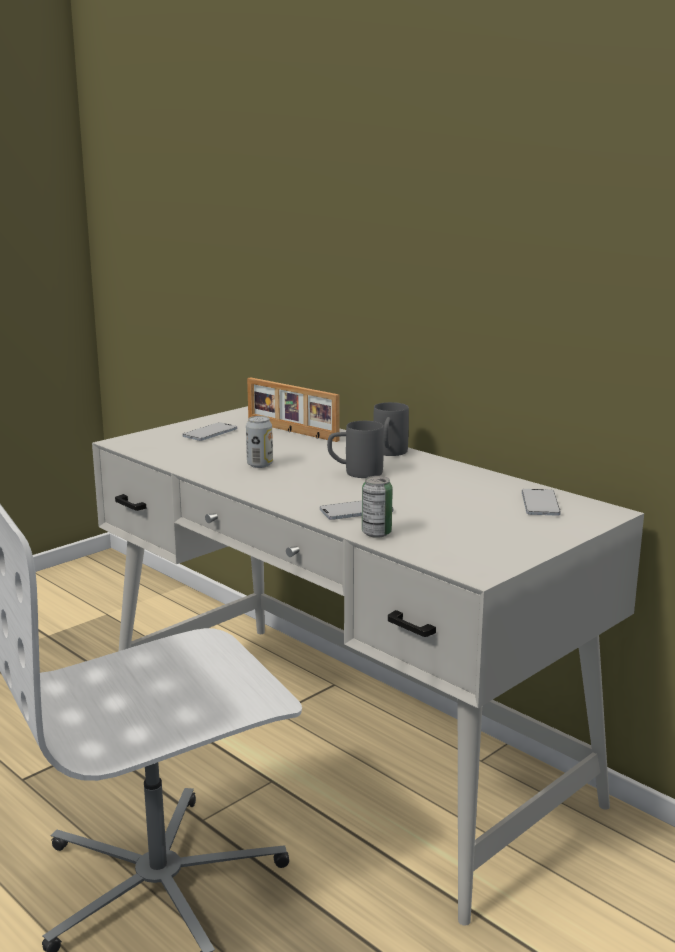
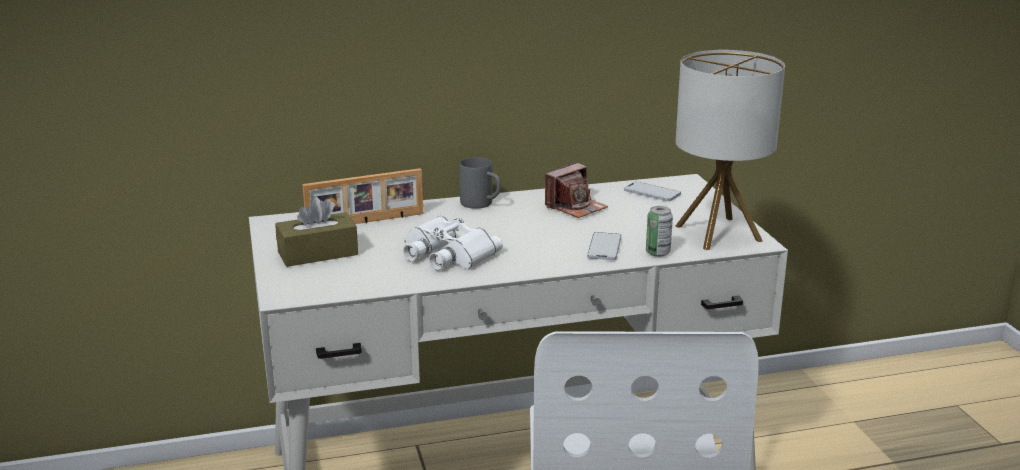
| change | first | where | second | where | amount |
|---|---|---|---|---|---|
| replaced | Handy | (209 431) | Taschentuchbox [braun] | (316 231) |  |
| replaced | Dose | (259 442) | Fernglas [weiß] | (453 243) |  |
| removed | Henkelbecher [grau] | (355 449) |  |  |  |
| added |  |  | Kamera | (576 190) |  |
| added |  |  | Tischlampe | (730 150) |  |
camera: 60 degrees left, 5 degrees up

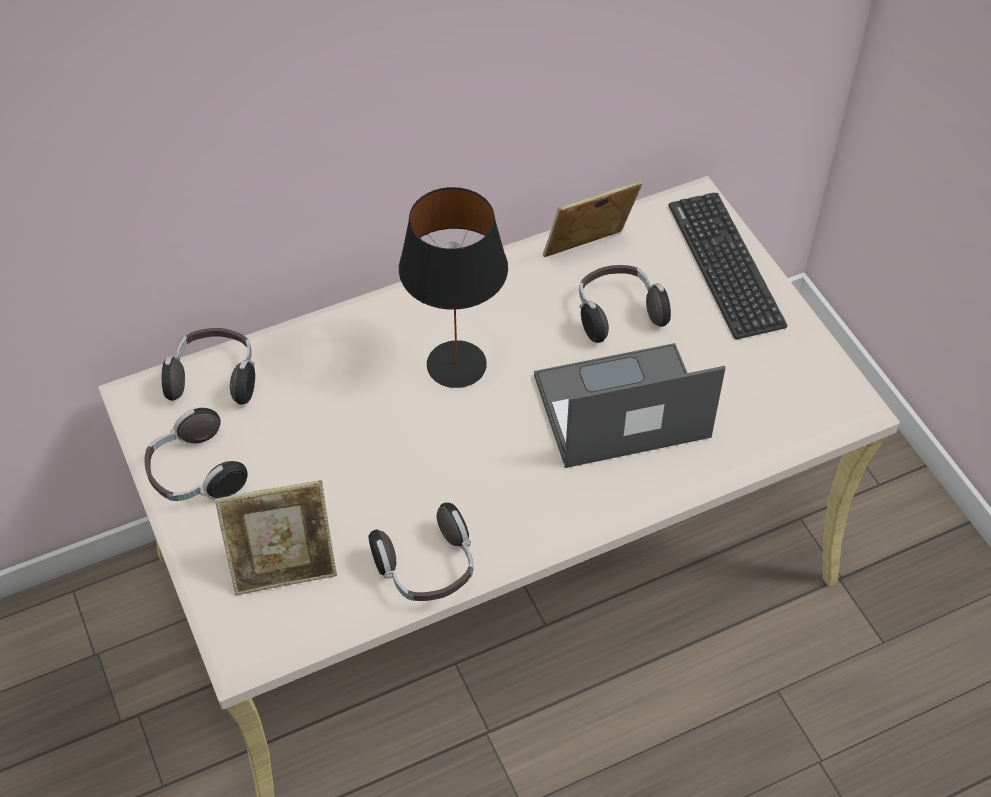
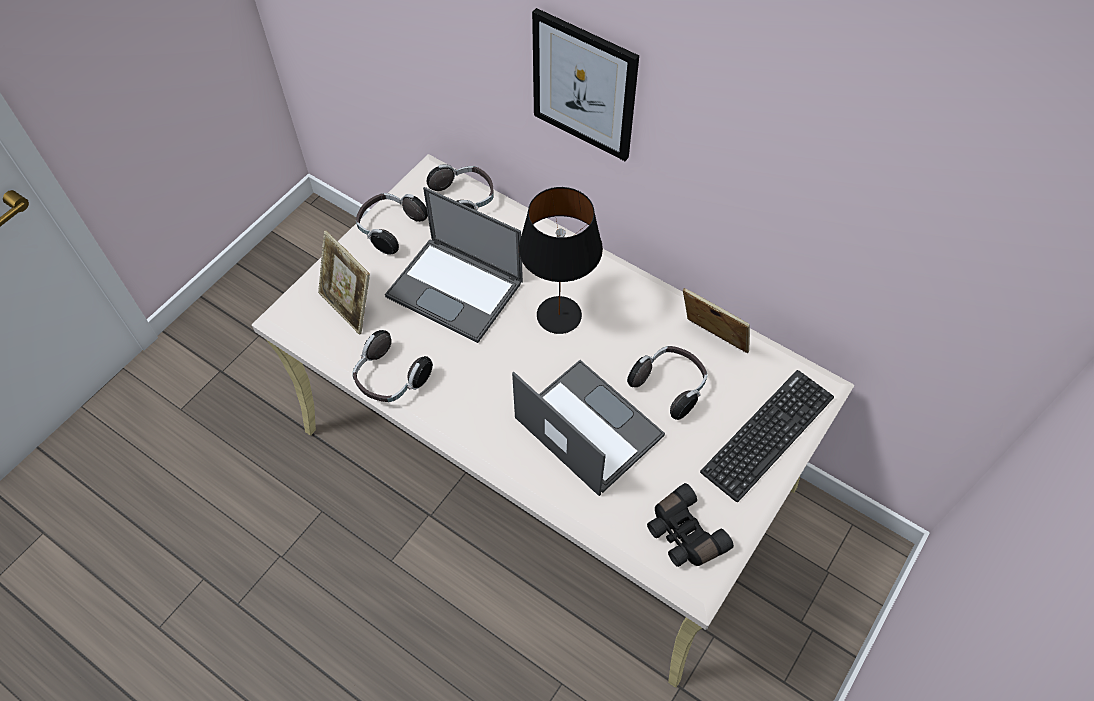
| change | first | where | second | where | amount |
|---|---|---|---|---|---|
| added |  |  | Laptop | (454 265) |  |
| added |  |  | Bild | (585 84) |  |
| added |  |  | Fernglas [schwarz] | (690 525) |  |
camera: 60 degrees right, 5 degrees up

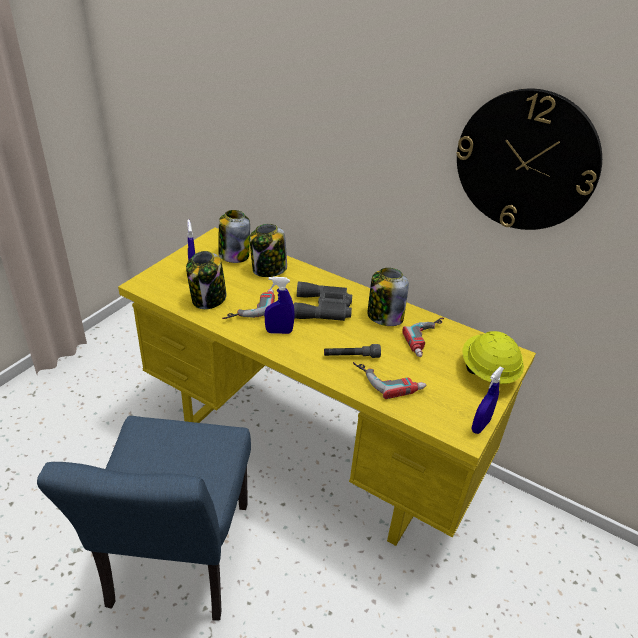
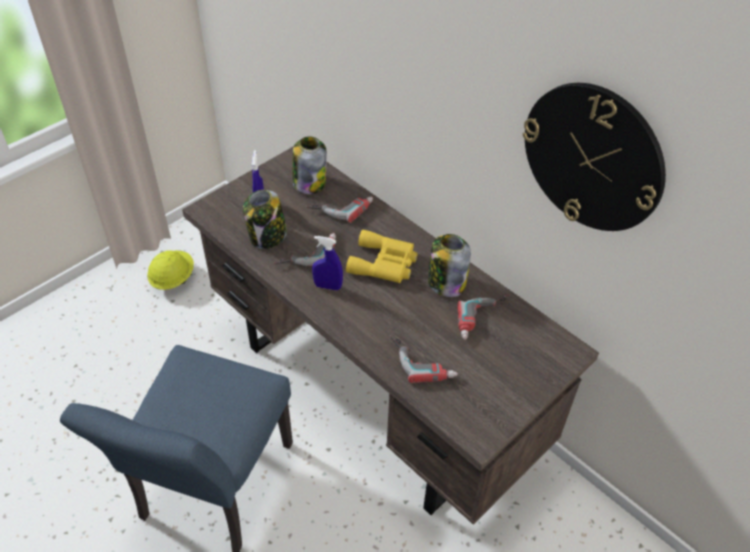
| change | first | where | second | where | amount |
|---|---|---|---|---|---|
| recoloured | Schreibtisch [gelb] | (327 386) | Schreibtisch [braun] | (390 335) |  |
| replaced | Vorratsglas | (268 250) | Bohrmaschine | (339 209) |  |
| recoloured | Fernglas [grau] | (323 301) | Fernglas [gelb] | (382 256) |  |
| removed | Taschenlampe [grau] | (352 351) |  |  |  |
| moved | Schutzhelm [gelb] | (493 357) |  | (170 270) |  |
| removed | Sprühflasche [blau] | (487 400) |  |  |  |
camera: 15 degrees right, 10 degrees up

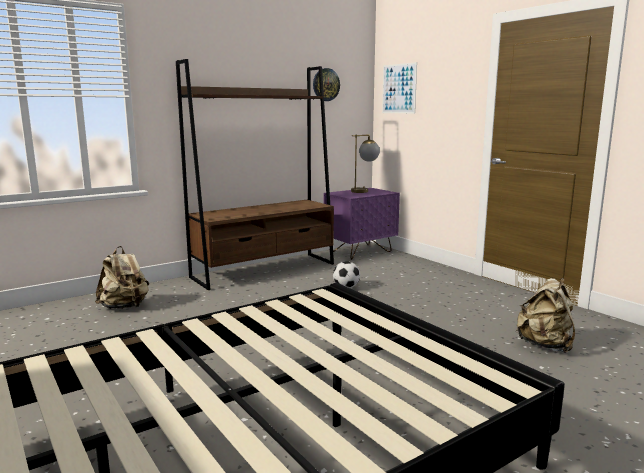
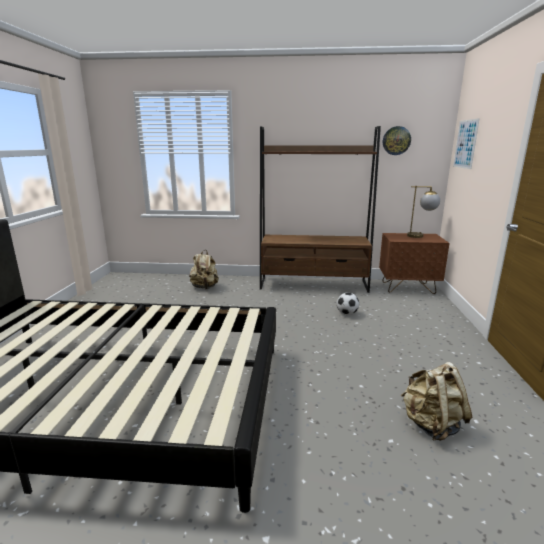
| change | first | where | second | where | amount |
|---|---|---|---|---|---|
| recoloured | Nachttisch [lila] | (361 224) | Nachttisch [braun] | (414 263) |  |
camera: 40 degrees right, 5 degrees up

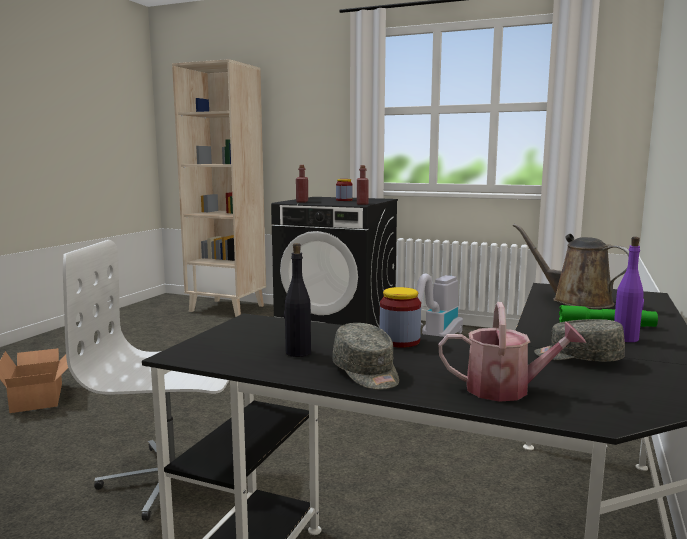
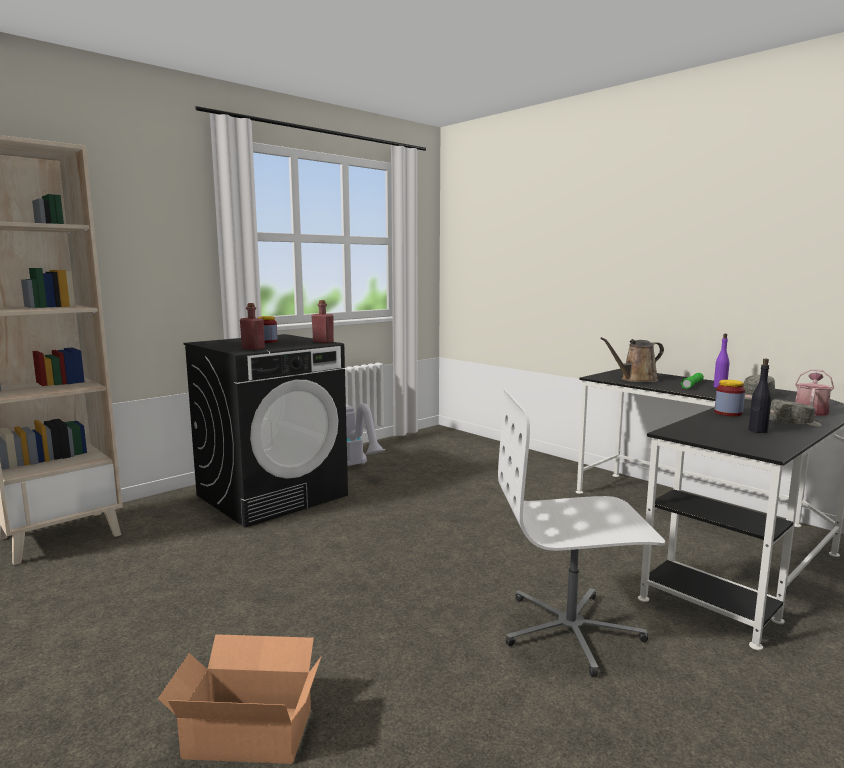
| change | first | where | second | where | amount |
|---|---|---|---|---|---|
| turned | Bürostuhl [weiß] | (146 380) |  | (581 533) | 60 degrees clockwise |
camera: 65 degrees left, 0 degrees up

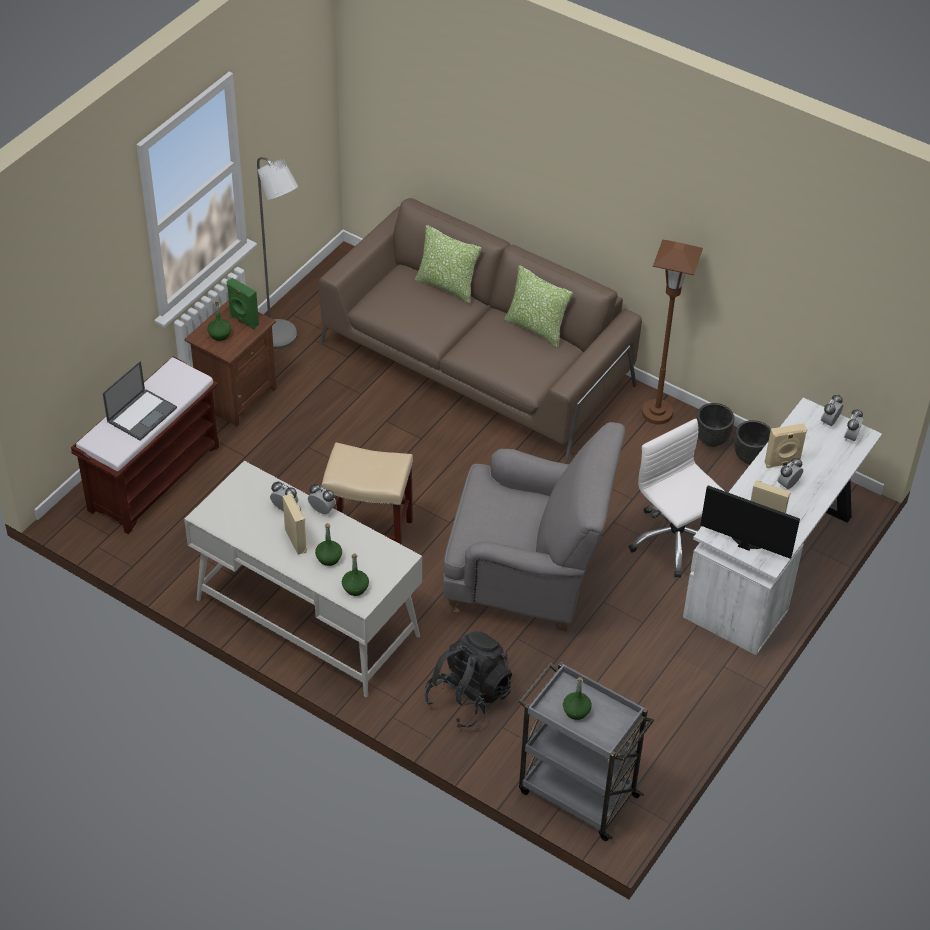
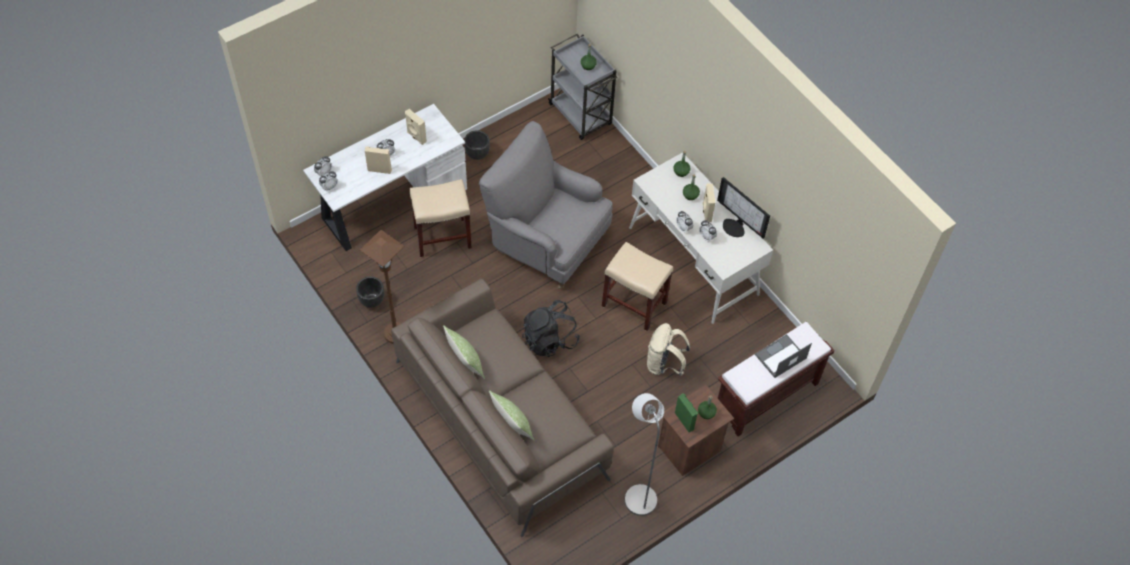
| change | first | where | second | where | amount |
|---|---|---|---|---|---|
| moved | Rucksack [schwarz] | (468 679) |  | (551 328) |  |
| replaced | Bürostuhl [weiß] | (676 498) | Hocker [beige] | (440 218) |  |
| moved | Monitor | (750 522) |  | (743 207) |  |
| moved | Pflanzkübel [schwarz] | (752 442) |  | (477 145) |  |
| added |  |  | Rucksack [beige] | (668 349) |  |
camera: 160 degrees left, 10 degrees up

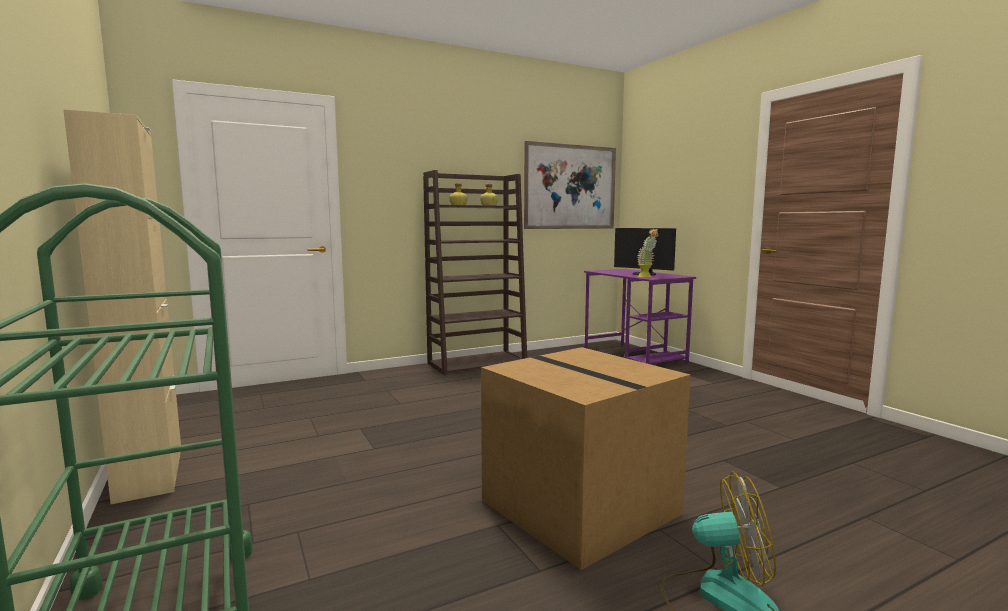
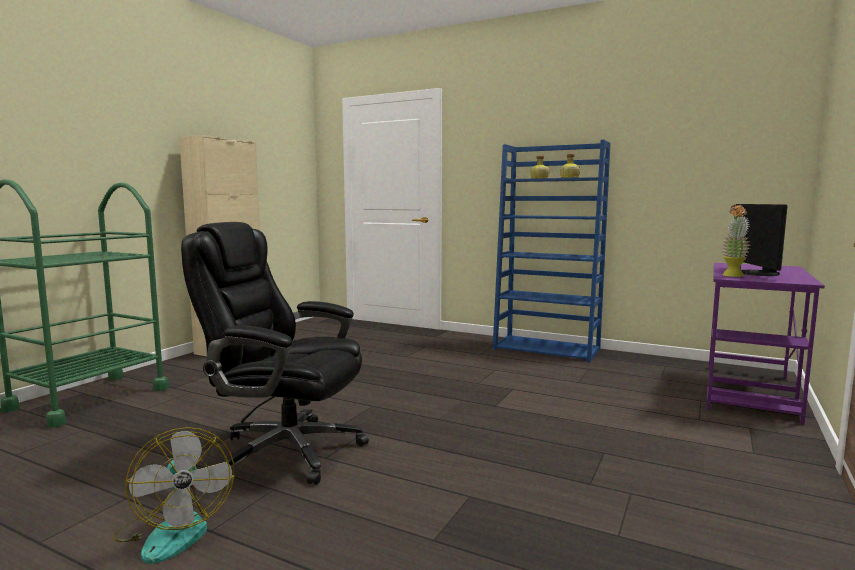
| change | first | where | second | where | amount |
|---|---|---|---|---|---|
| recoloured | Bücherregal [braun] | (475 272) | Bücherregal [blau] | (552 251) |  |
| replaced | Karton | (585 458) | Bürostuhl [schwarz] | (275 353) |  |
| removed | Bild | (570 185) |  |  |  |
camera: 55 degrees right, 0 degrees up

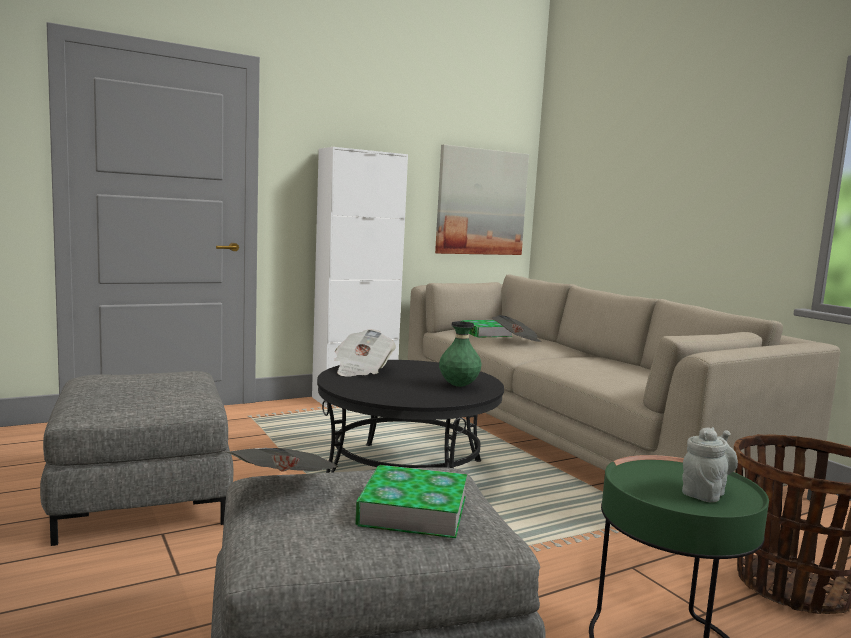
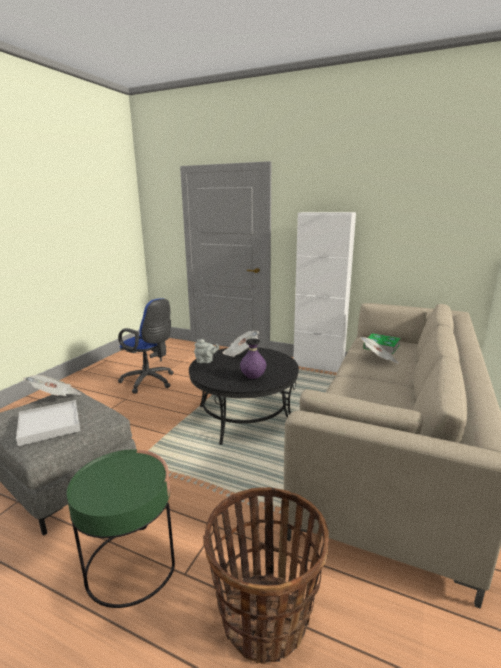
| change | first | where | second | where | amount |
|---|---|---|---|---|---|
| replaced | Polsterhocker [grau] | (136 458) | Bürostuhl [blau] | (146 346) |  |
| replaced | Buch | (411 501) | Tablett [weiß] | (48 423) |  |
| removed | Bild | (482 200) |  |  |  |
| recoloured | Vase [grün] | (460 354) | Vase [lila] | (253 359) |  |
| moved | Teekanne [grau] | (710 464) |  | (207 351) |  |
camera: 55 degrees right, 10 degrees up

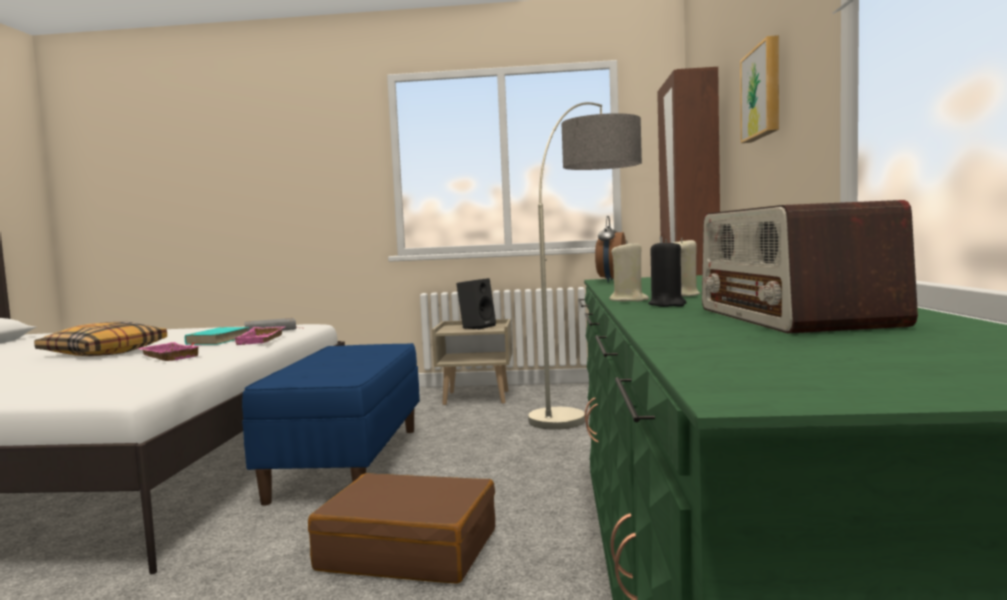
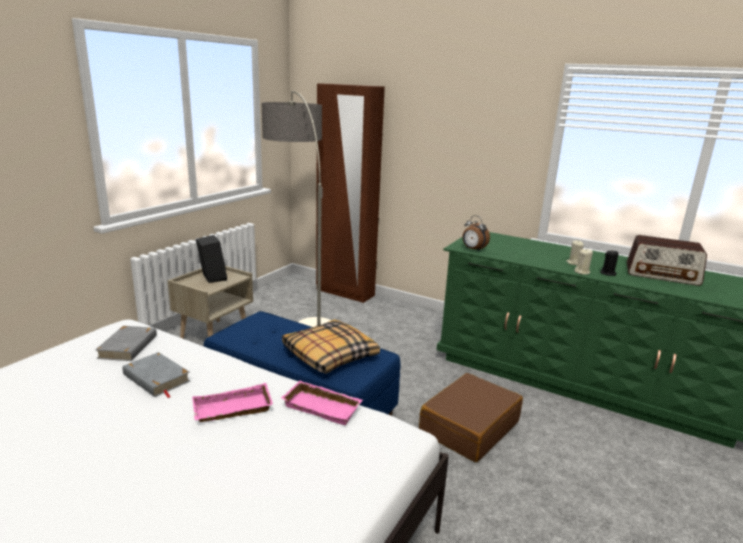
| change | first | where | second | where | amount |
|---|---|---|---|---|---|
| moved | Kissen | (100 339) |  | (331 346) |  |
| recoloured | Buch [türkis] | (217 336) | Buch [grau] | (156 375) |  |
| moved | Tablett [rosa] | (259 335) |  | (322 403) |  |
| removed | Bild | (759 89) |  |  |  |
camera: 65 degrees left, 15 degrees up

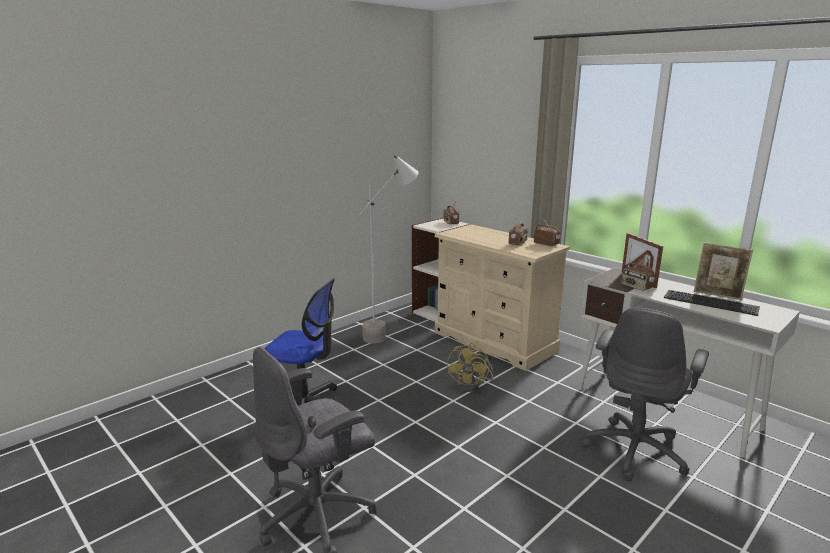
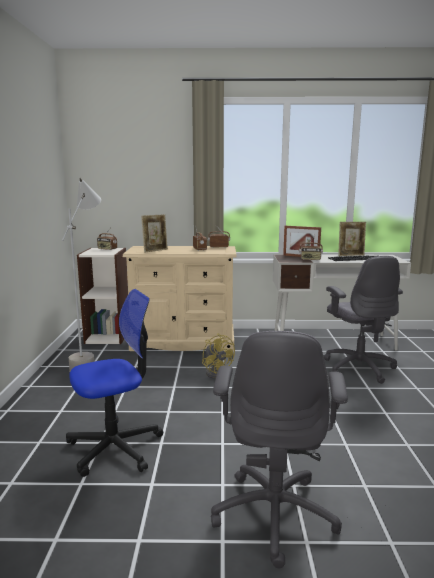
| change | first | where | second | where | amount |
|---|---|---|---|---|---|
| added |  |  | Bilderrahmen | (154 233) |  |
camera: 45 degrees left, 5 degrees down

